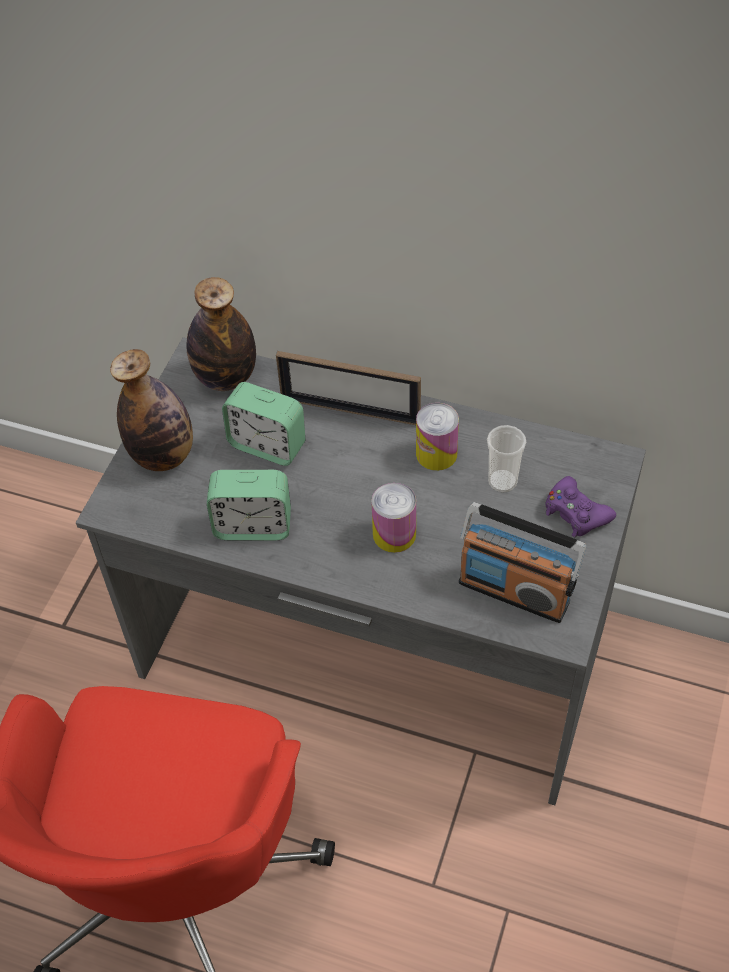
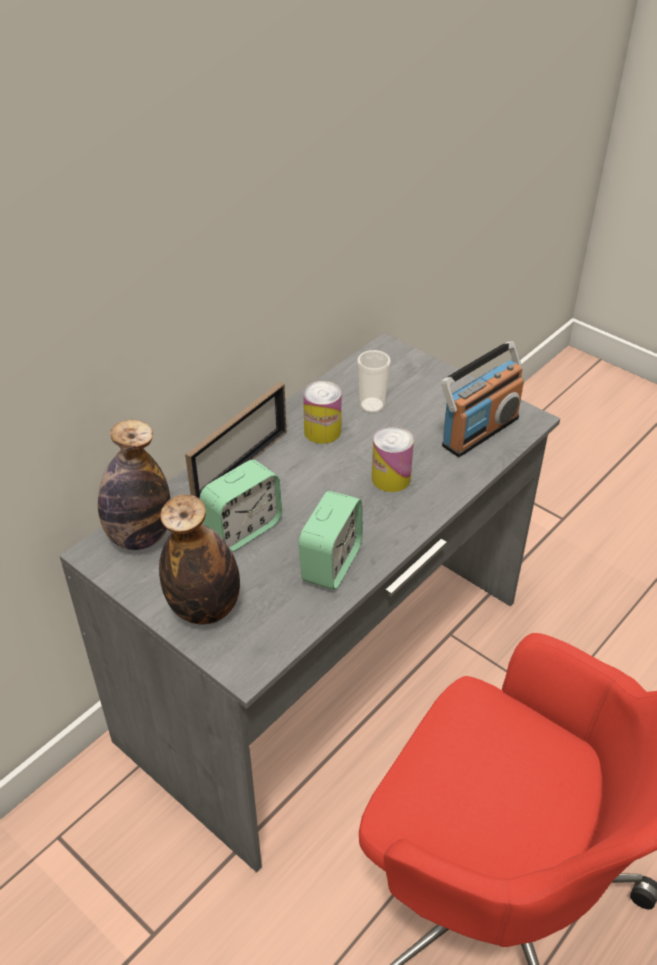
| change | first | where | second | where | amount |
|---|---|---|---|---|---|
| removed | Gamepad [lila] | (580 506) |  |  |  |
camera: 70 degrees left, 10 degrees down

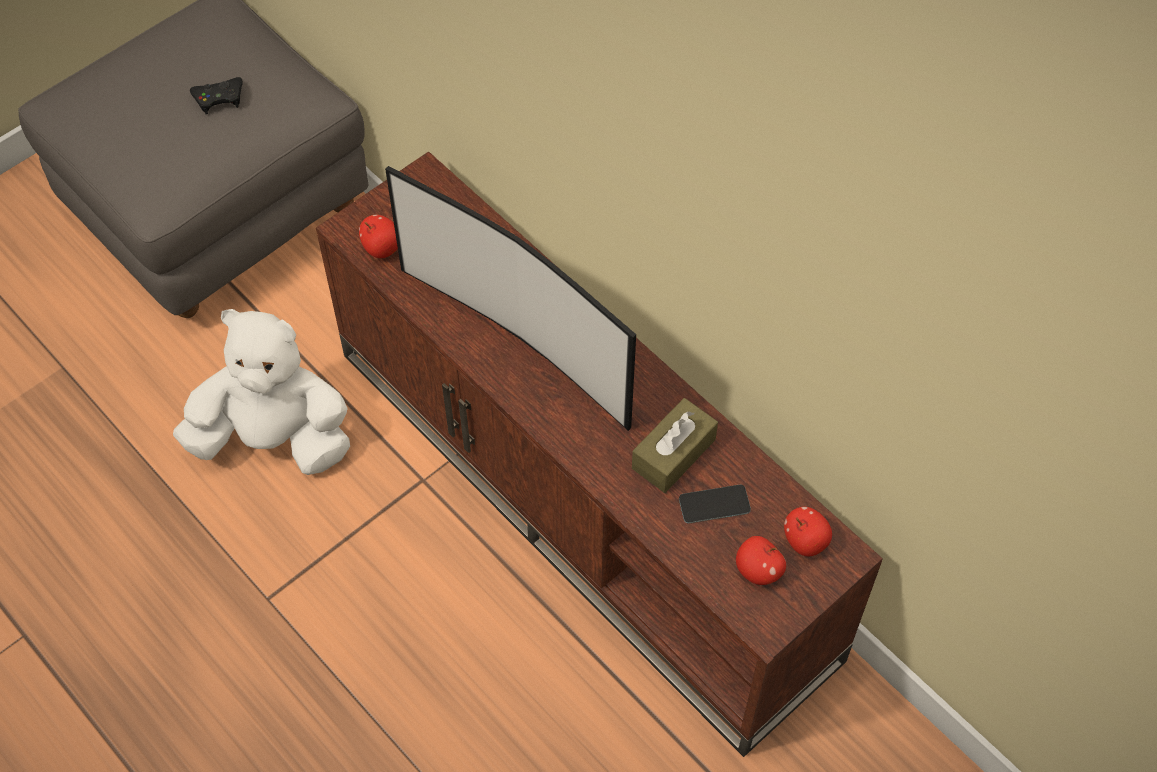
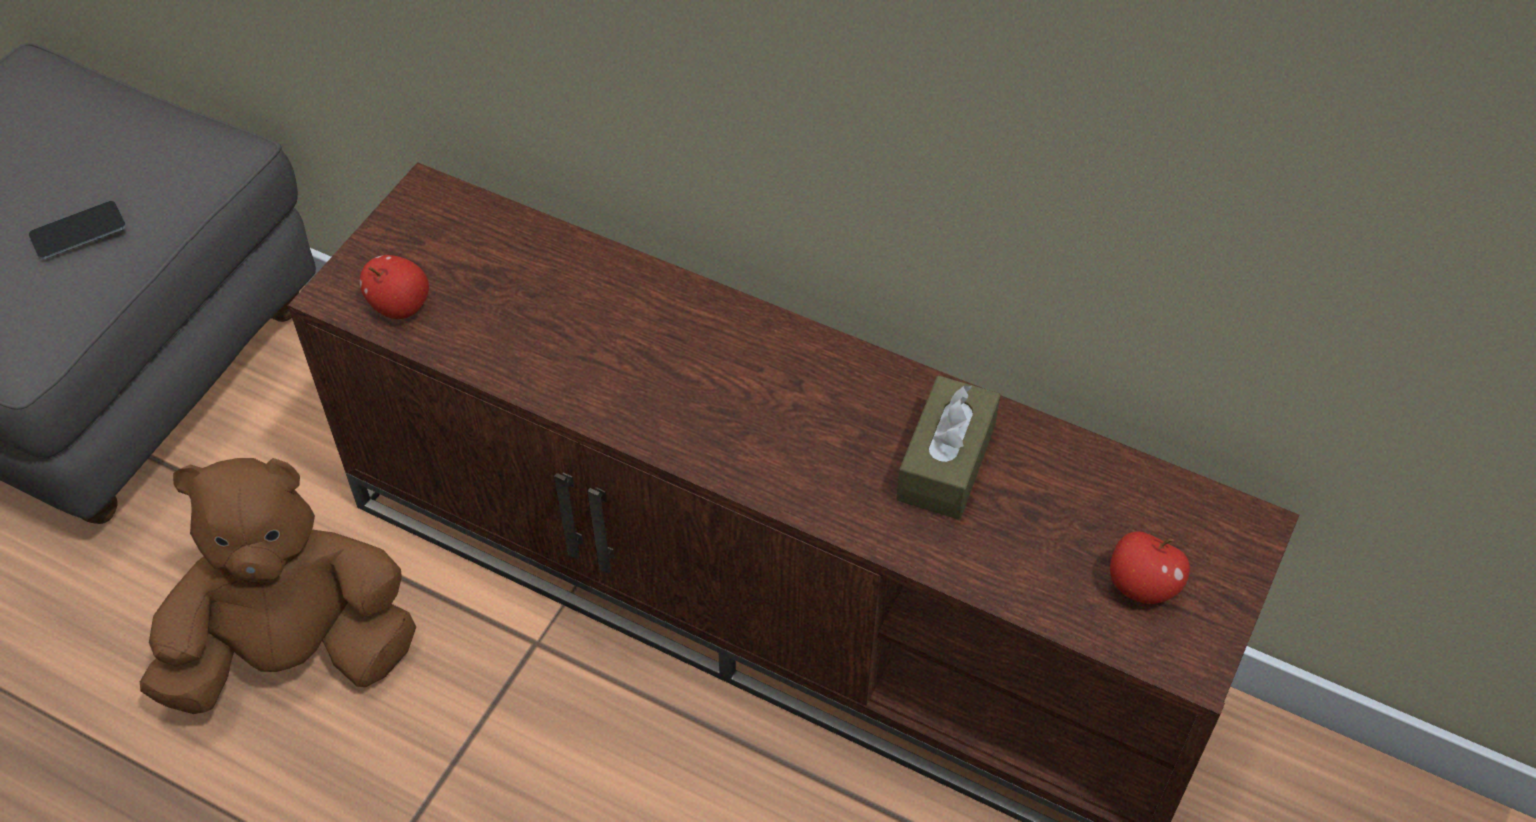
| change | first | where | second | where | amount |
|---|---|---|---|---|---|
| recoloured | Plüschtier [weiß] | (261 392) | Plüschtier [braun] | (278 586) |  |
| removed | Gamepad [schwarz] | (216 95) |  |  |  |
| removed | Fernseher | (510 298) |  |  |  |
| moved | Handy | (715 504) |  | (77 230) |  |
| removed | Apfel | (808 531) |  |  |  |
camera: 20 degrees left, 5 degrees down

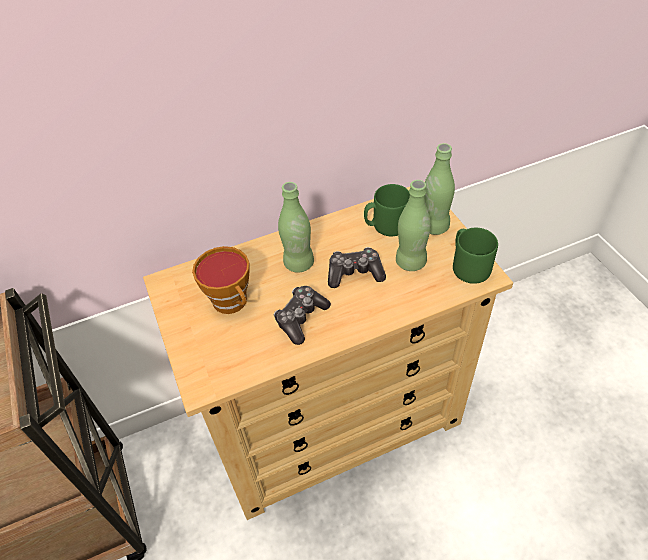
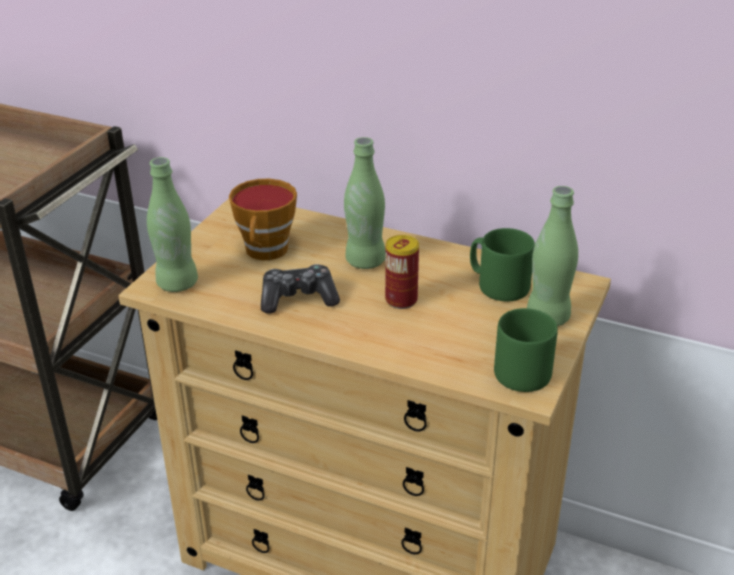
| change | first | where | second | where | amount |
|---|---|---|---|---|---|
| replaced | Gamepad | (357 267) | Dose | (402 272) |  |
| moved | Flasche [grün] | (413 225) |  | (172 224) |  |
camera: 45 degrees right, 15 degrees down

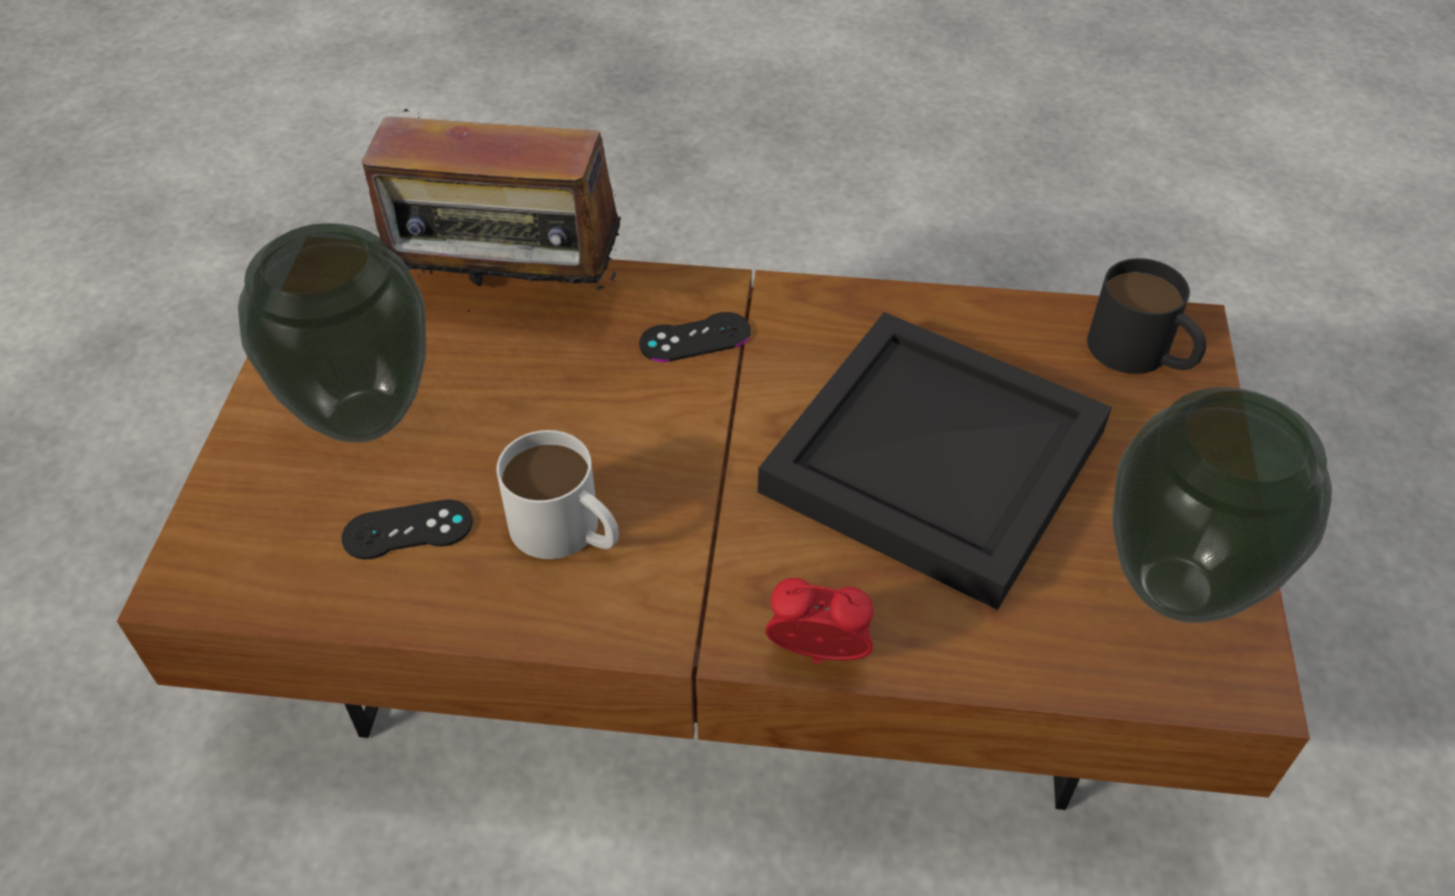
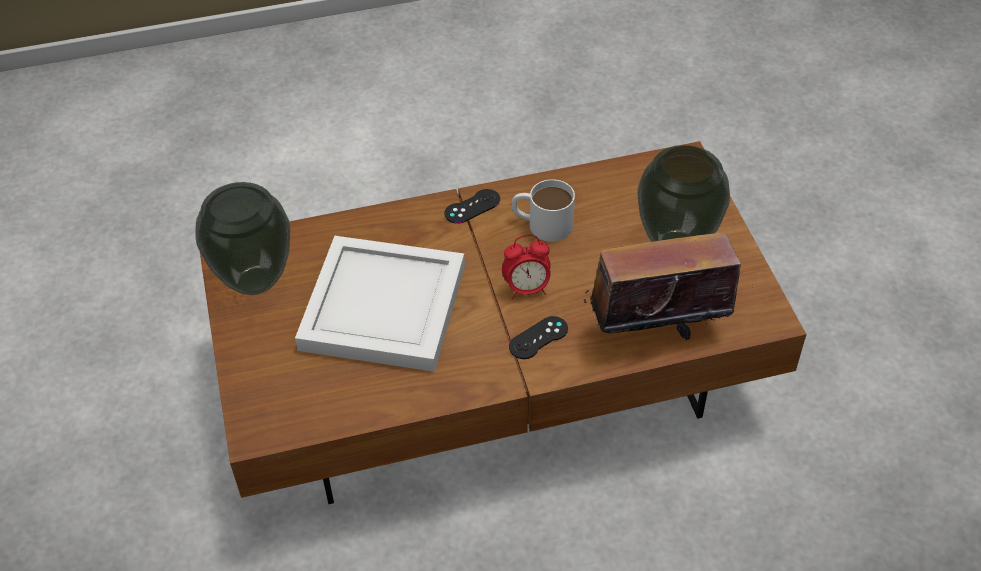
| change | first | where | second | where | amount |
|---|---|---|---|---|---|
| moved | Gamepad [schwarz] | (407 529) |  | (472 206) |  |
| recoloured | Tablett [schwarz] | (935 461) | Tablett [weiß] | (380 304) |  |
| moved | Wecker | (819 621) |  | (526 267) |  |
| removed | Henkelbecher [schwarz] | (1146 316) |  |  |  |
camera: 160 degrees right, 0 degrees up

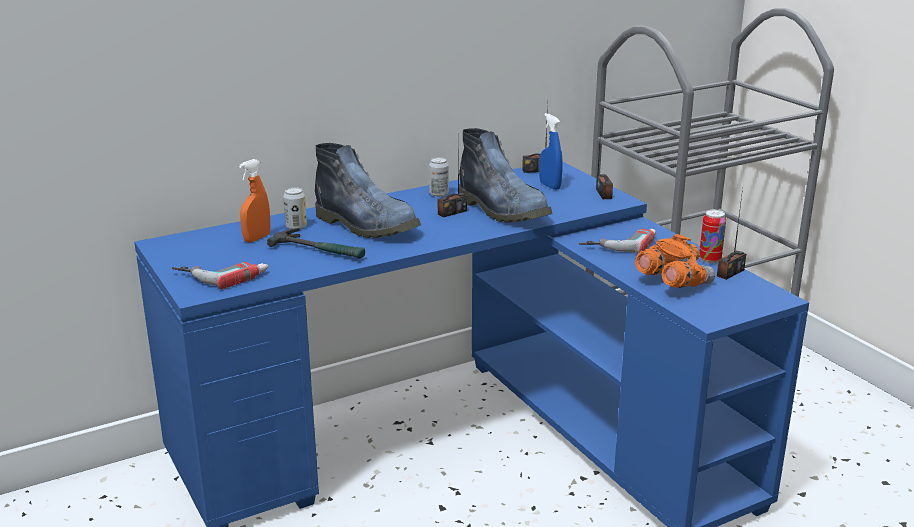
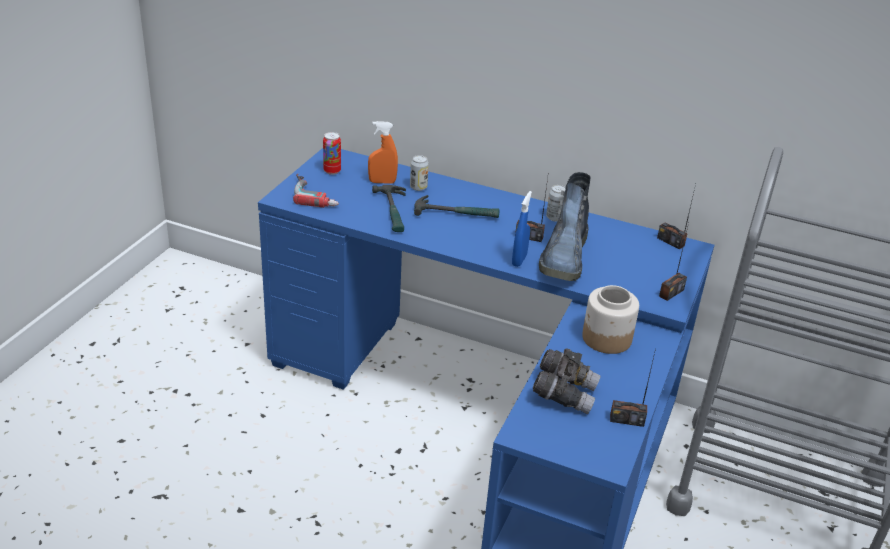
| change | first | where | second | where | amount |
|---|---|---|---|---|---|
| replaced | Stiefel | (368 190) | Hammer | (456 206) |  |
| moved | Sprühflasche [blau] | (551 151) |  | (522 229) |  |
| replaced | Bohrmaschine | (617 241) | Vorratsglas | (610 319) |  |
| recoloured | Fernglas [orange] | (675 261) | Fernglas [grau] | (567 381) |  |
| moved | Dose | (712 236) |  | (332 153) |  |
camera: 50 degrees right, 10 degrees up

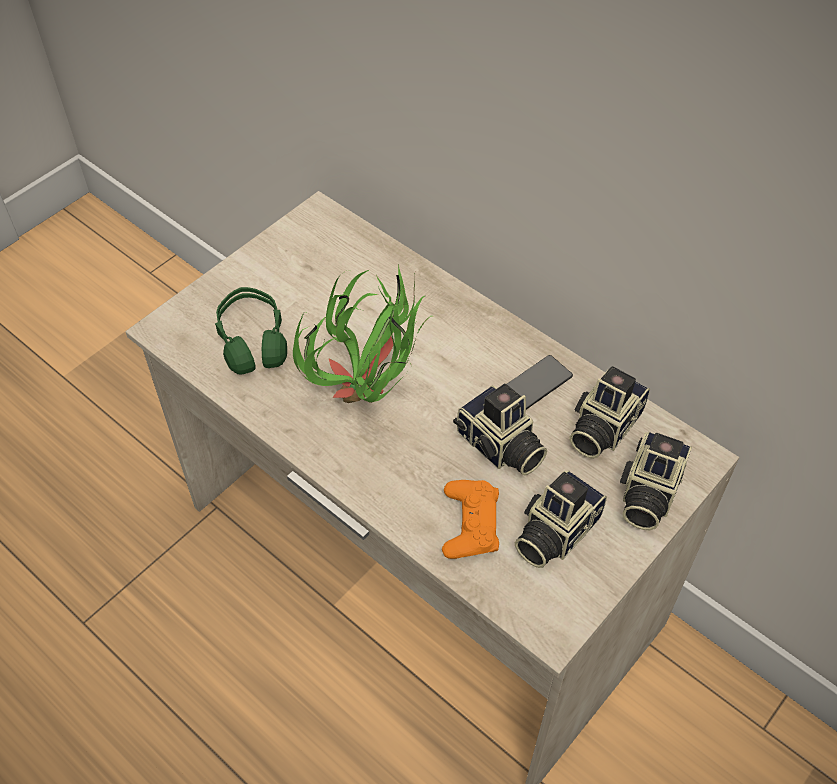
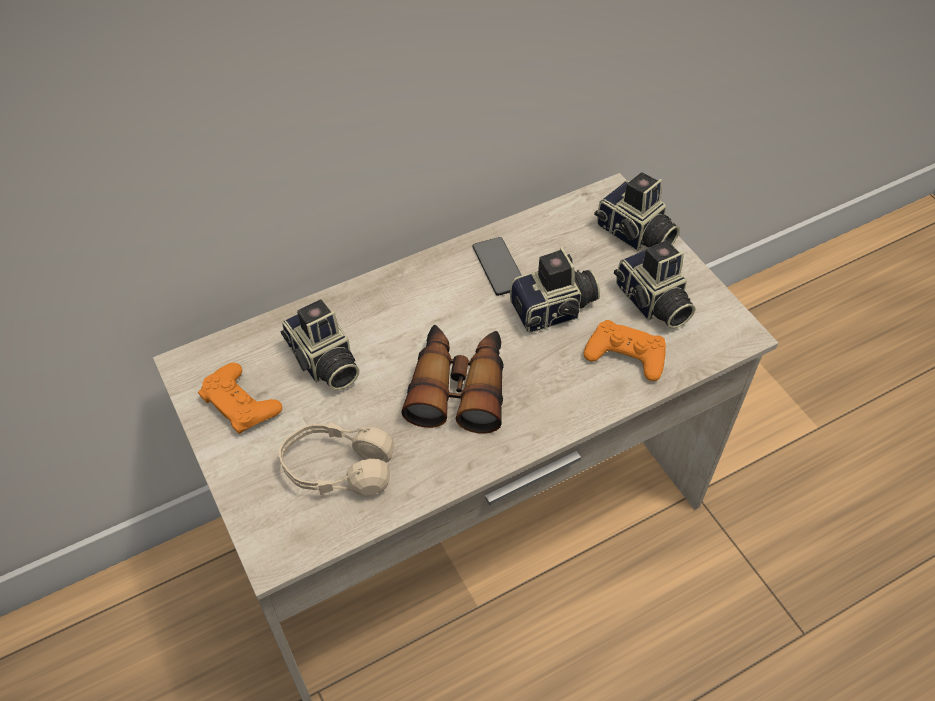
| change | first | where | second | where | amount |
|---|---|---|---|---|---|
| recoloured | Kopfhörer [grün] | (251 331) | Kopfhörer [beige] | (336 459) |  |
| replaced | Topfpflanze | (363 333) | Fernglas | (452 379) |  |
| moved | Kamera | (610 412) |  | (320 345) |  |
| added |  |  | Gamepad [orange] | (240 398) |  |
camera: 70 degrees left, 0 degrees up

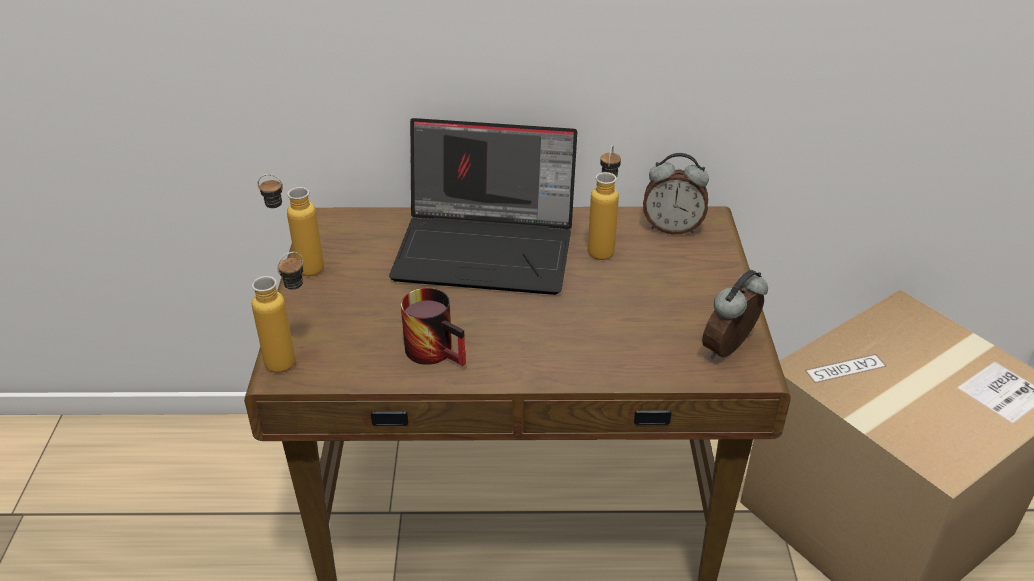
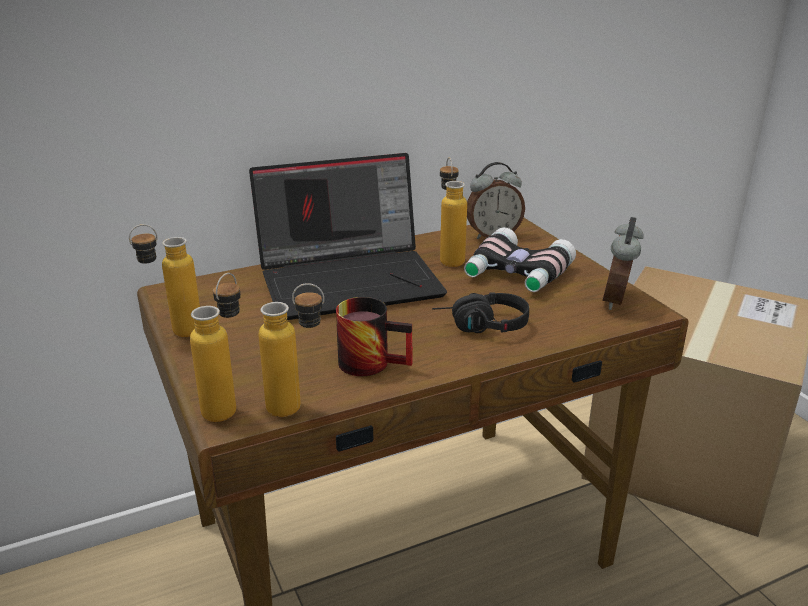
| change | first | where | second | where | amount |
|---|---|---|---|---|---|
| added |  |  | Flasche | (291 350) |  |
| added |  |  | Kopfhörer [schwarz] | (480 312) |  |
| added |  |  | Fernglas | (520 259) |  |
camera: 25 degrees left, 10 degrees down

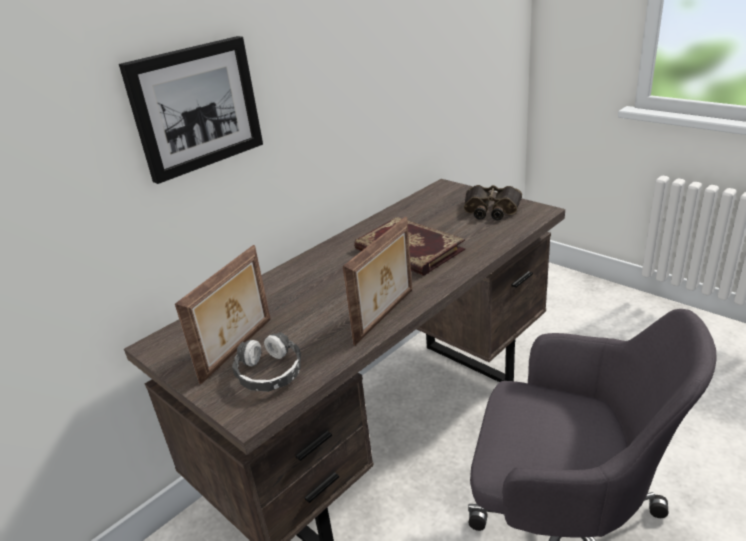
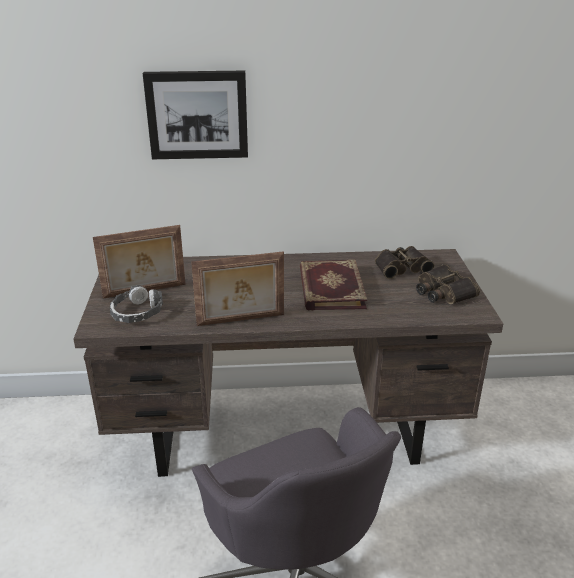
| change | first | where | second | where | amount |
|---|---|---|---|---|---|
| added |  |  | Fernglas | (405 262) |  |
camera: 40 degrees right, 0 degrees up

